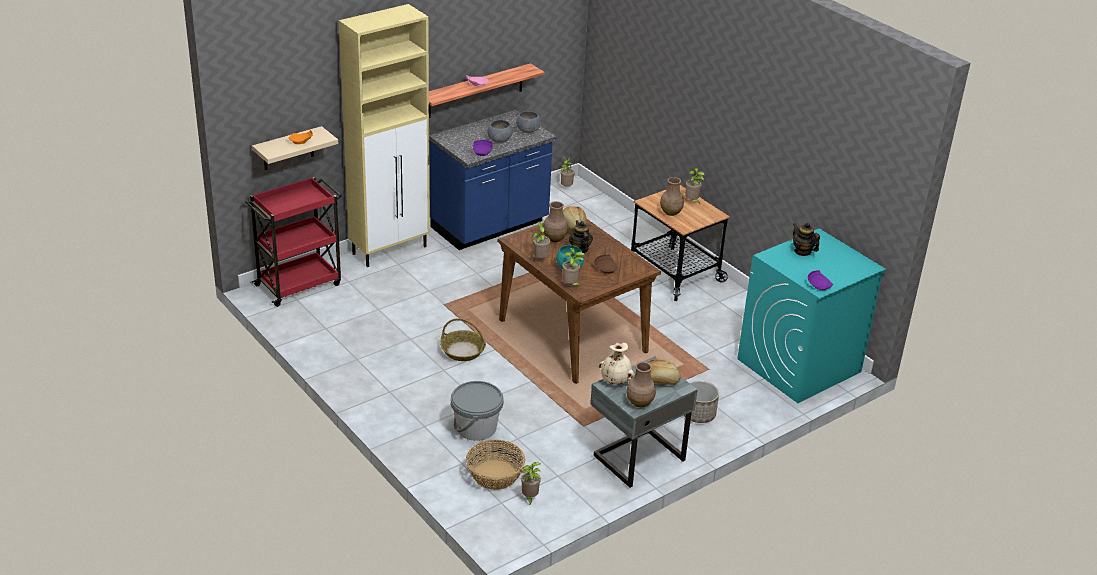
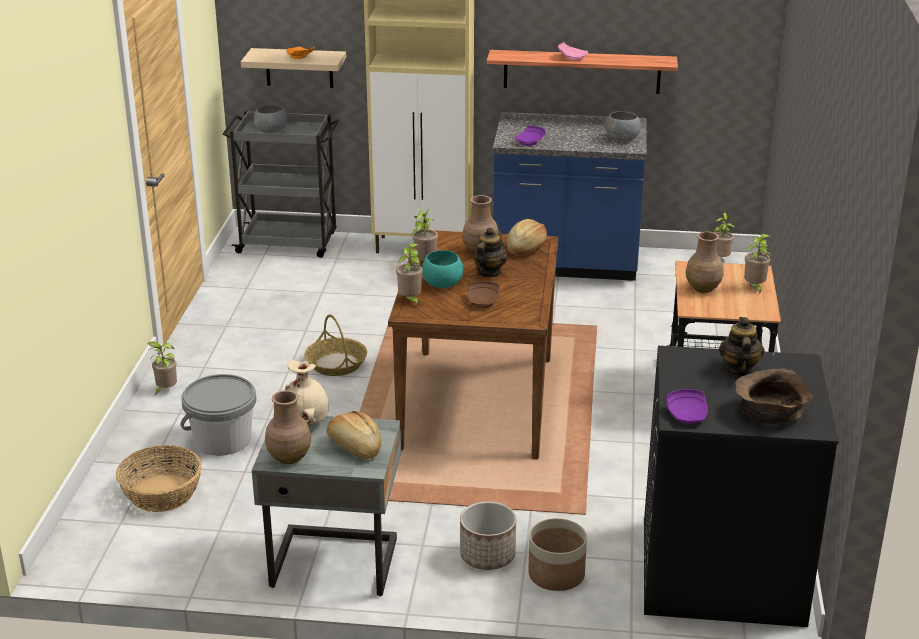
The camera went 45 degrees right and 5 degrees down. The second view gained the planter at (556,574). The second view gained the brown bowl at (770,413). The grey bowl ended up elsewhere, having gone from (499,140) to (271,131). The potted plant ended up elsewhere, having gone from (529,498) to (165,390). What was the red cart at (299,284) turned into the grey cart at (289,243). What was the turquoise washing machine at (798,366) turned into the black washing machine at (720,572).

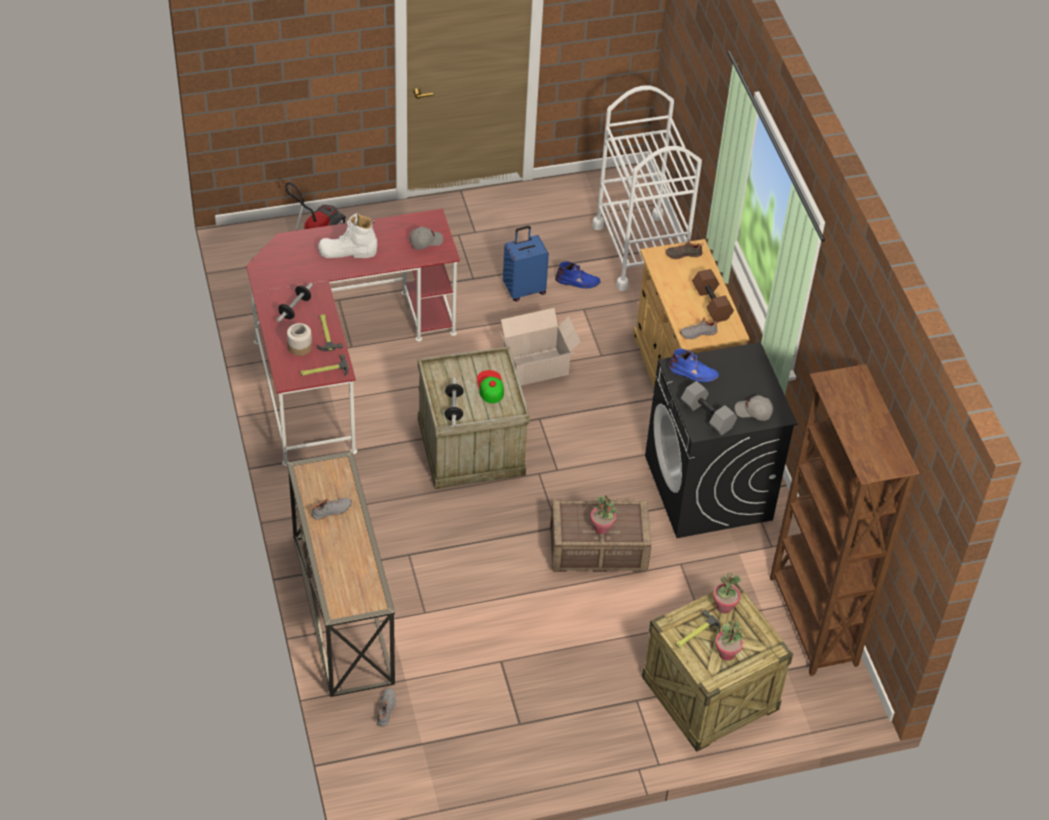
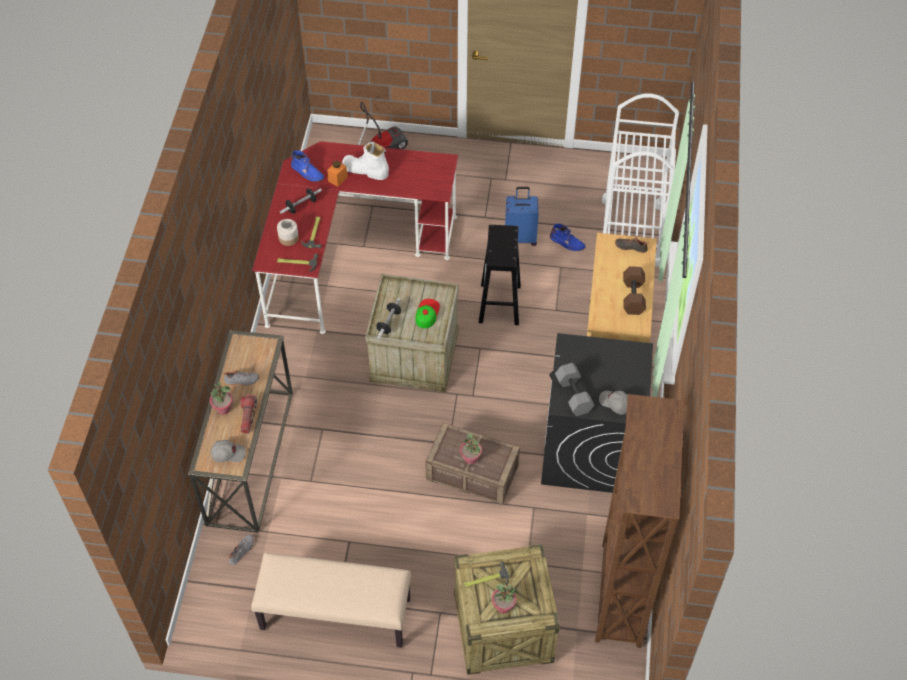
The camera went 25 degrees right and 5 degrees up. The second view lost the grey shoe at (698,333). The second view gained the flashlight at (248,416). The second view gained the beige bench at (335,614). The second view gained the orange jar at (338,179). The grey cap ended up elsewhere, having gone from (425,241) to (228,453). The blue boot ended up elsewhere, having gone from (693,373) to (307,172). The potted plant ended up elsewhere, having gone from (724,606) to (223,409). Where the cardboard box stood at (537,367), the black stool came to stand at (499,305).

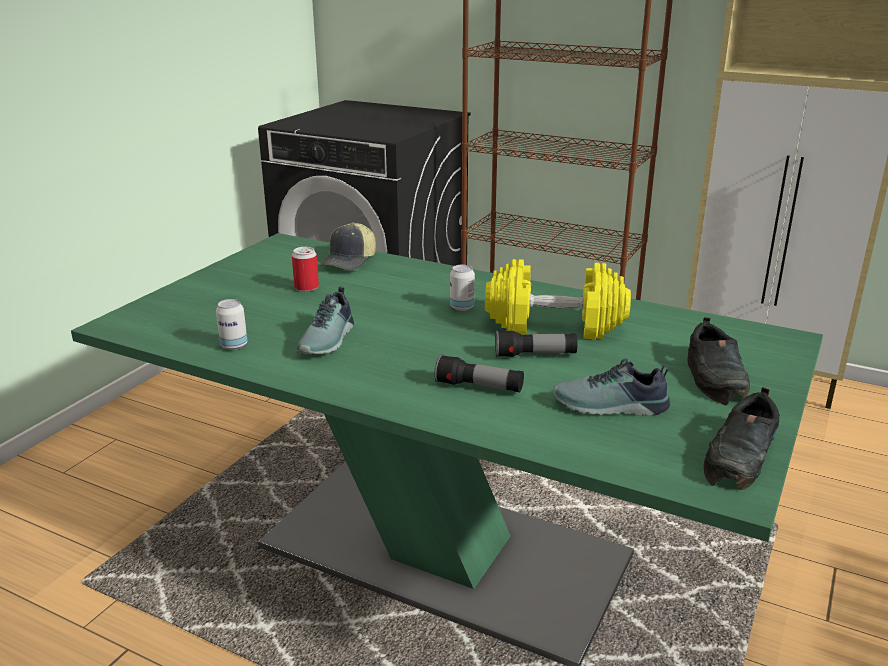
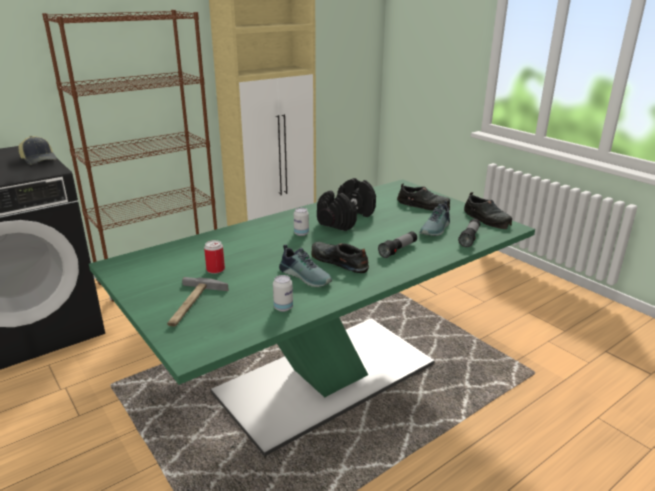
The camera went 65 degrees left and 0 degrees up. The second view gained the hammer at (192,305). The second view gained the black shoe at (338,261). The cap ended up elsewhere, having gone from (350,261) to (39,159). The flashlight ended up elsewhere, having gone from (535,355) to (469,238). What was the yellow dumbbell at (555,324) turned into the black dumbbell at (346,219).

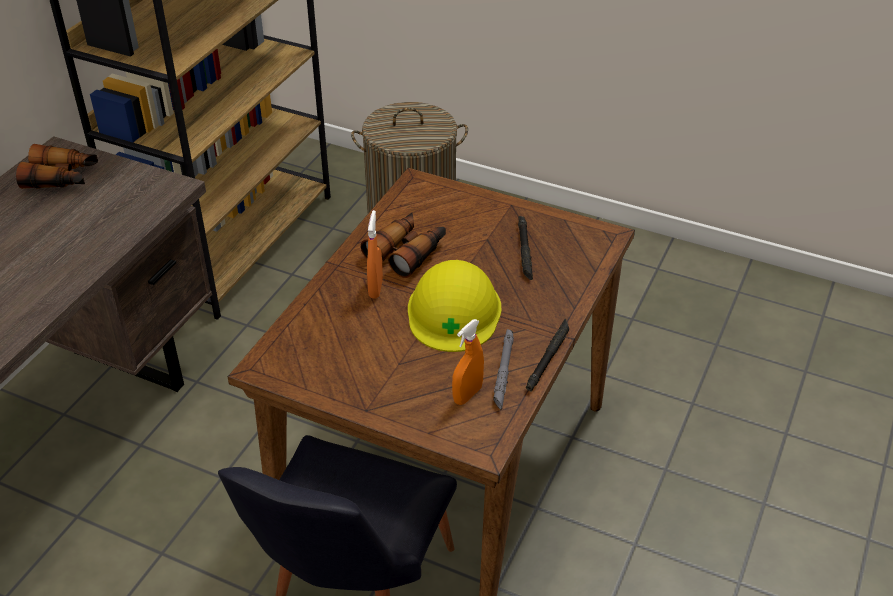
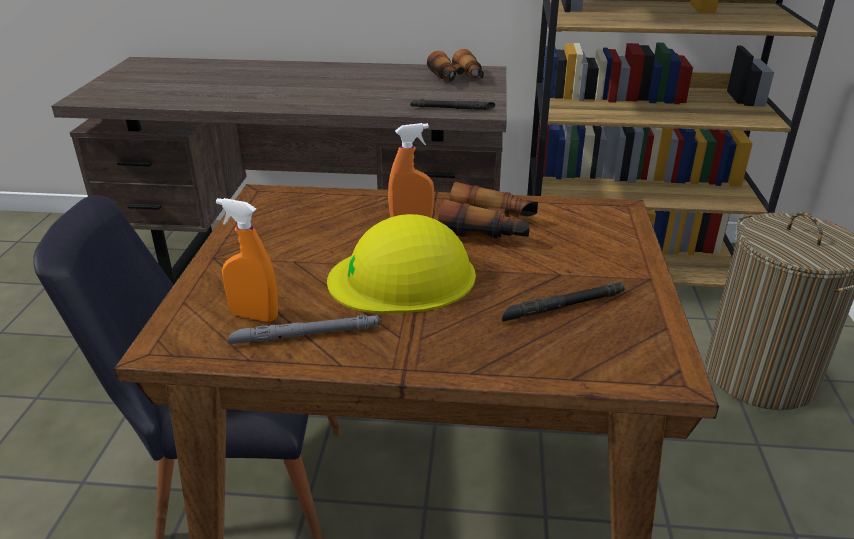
The camera went 70 degrees right and 10 degrees down. The black flashlight ended up elsewhere, having gone from (548,358) to (452,108).

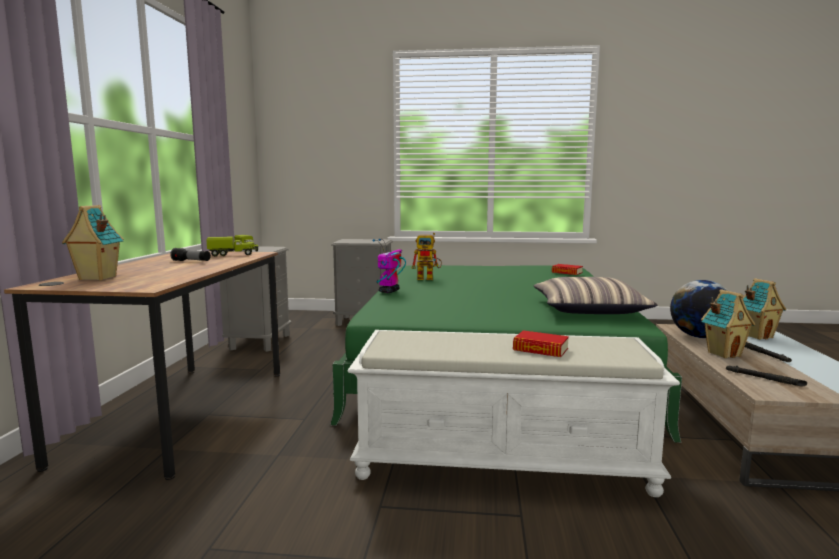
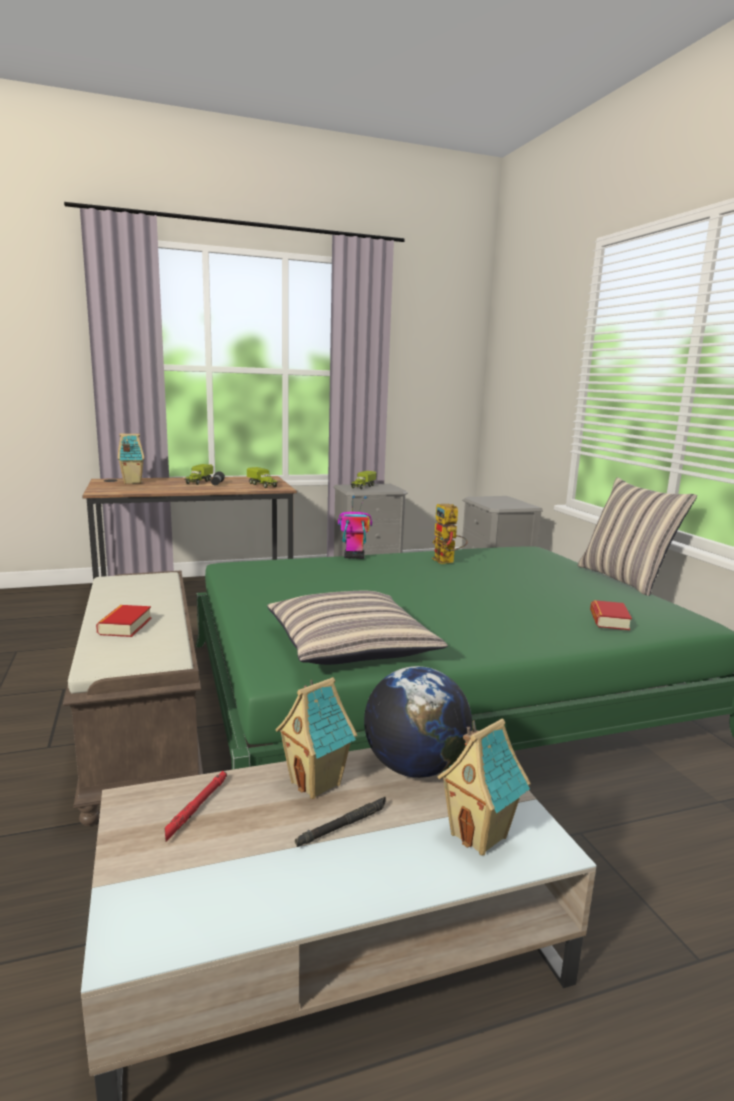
The camera went 65 degrees right and 5 degrees up. The second view gained the toy truck at (199,482). The second view gained the pillow at (625,579). What was the white bench at (504,462) turned into the brown bench at (145,728). What was the black flashlight at (764,378) turned into the red flashlight at (196,808).

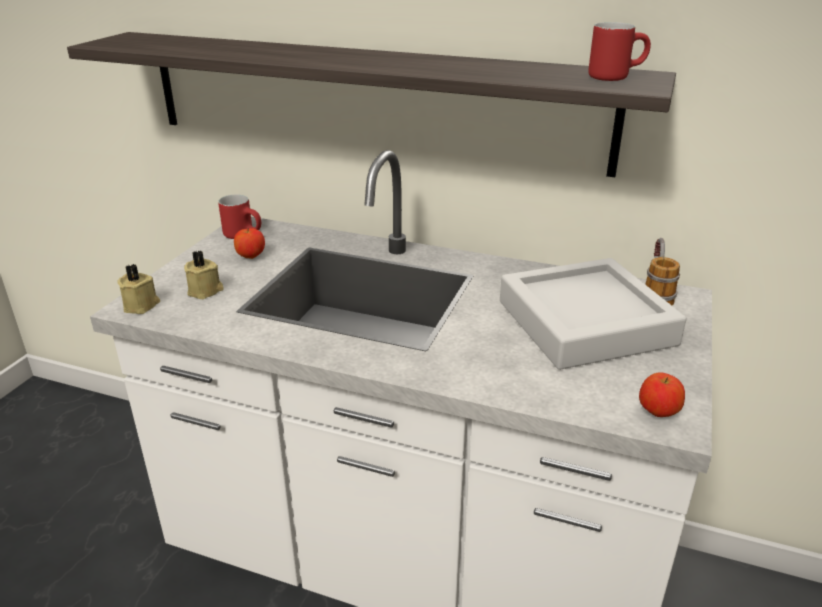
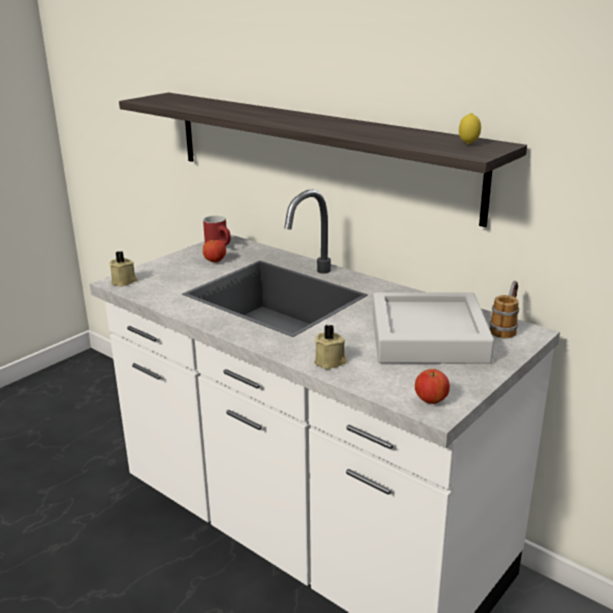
The camera went 20 degrees right and 5 degrees down. The beige candle ended up elsewhere, having gone from (206,291) to (330,362). Where the red mug stood at (614,76), the lemon came to stand at (468,144).

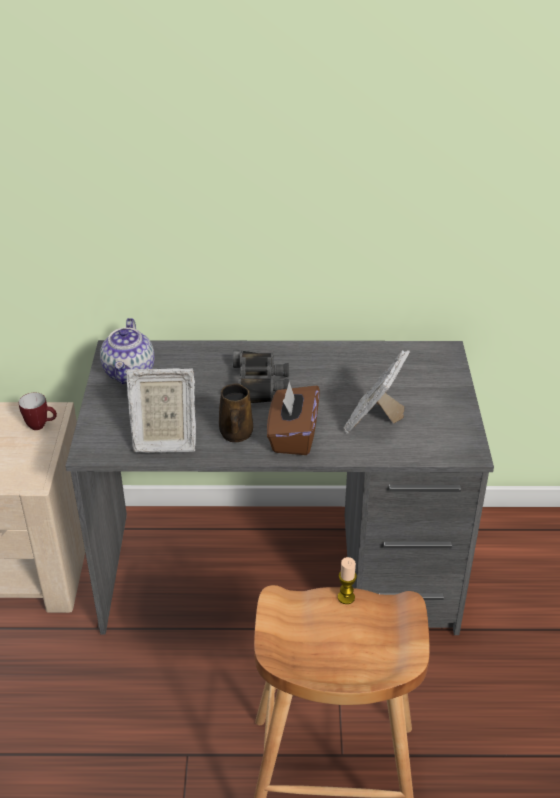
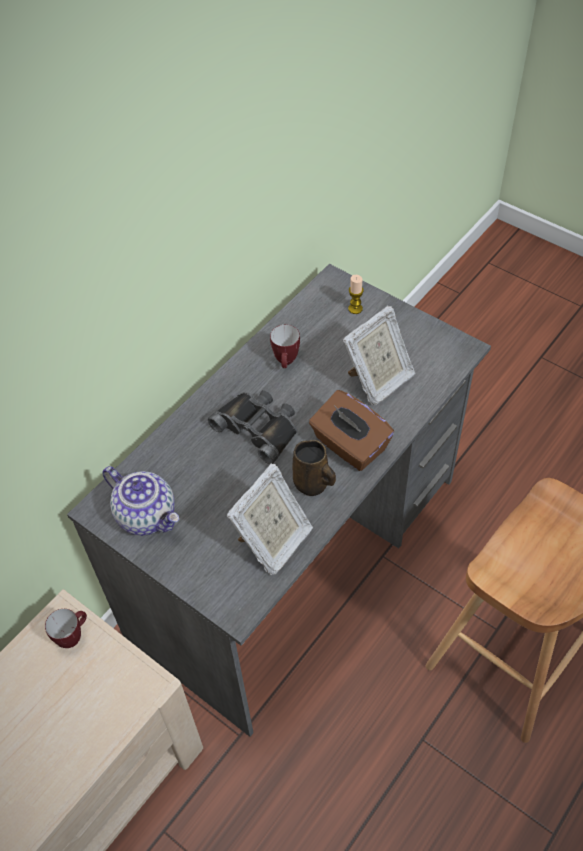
The camera went 50 degrees left and 15 degrees up. The second view gained the mug at (286,363). The candle ended up elsewhere, having gone from (346,597) to (355,309). The picture frame at (374,421) ended up facing another way, 105 degrees counterclockwise from before.

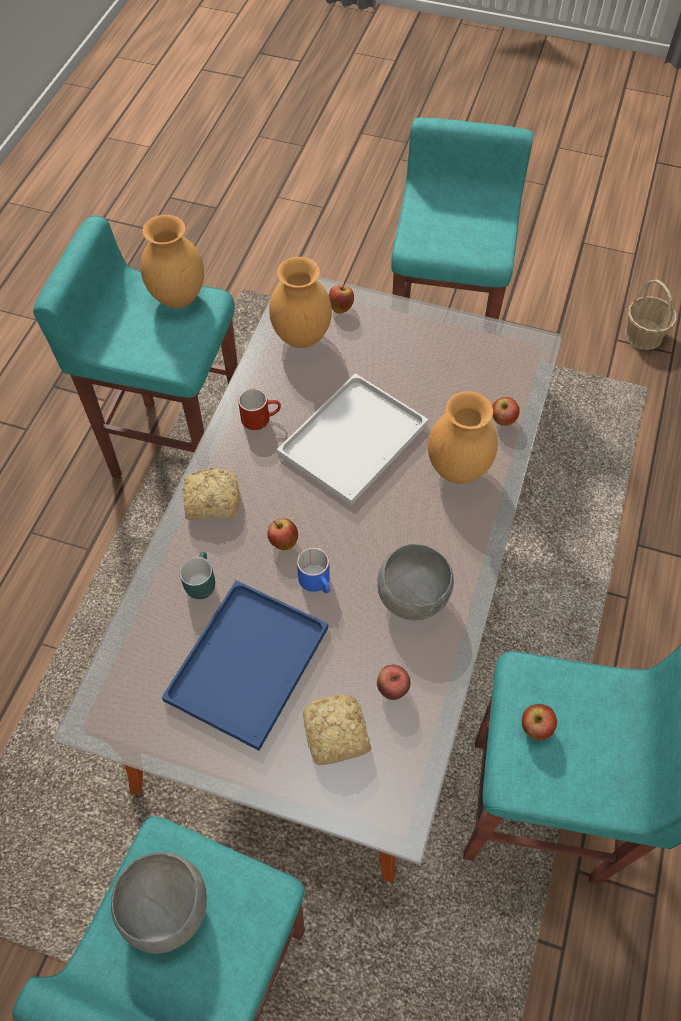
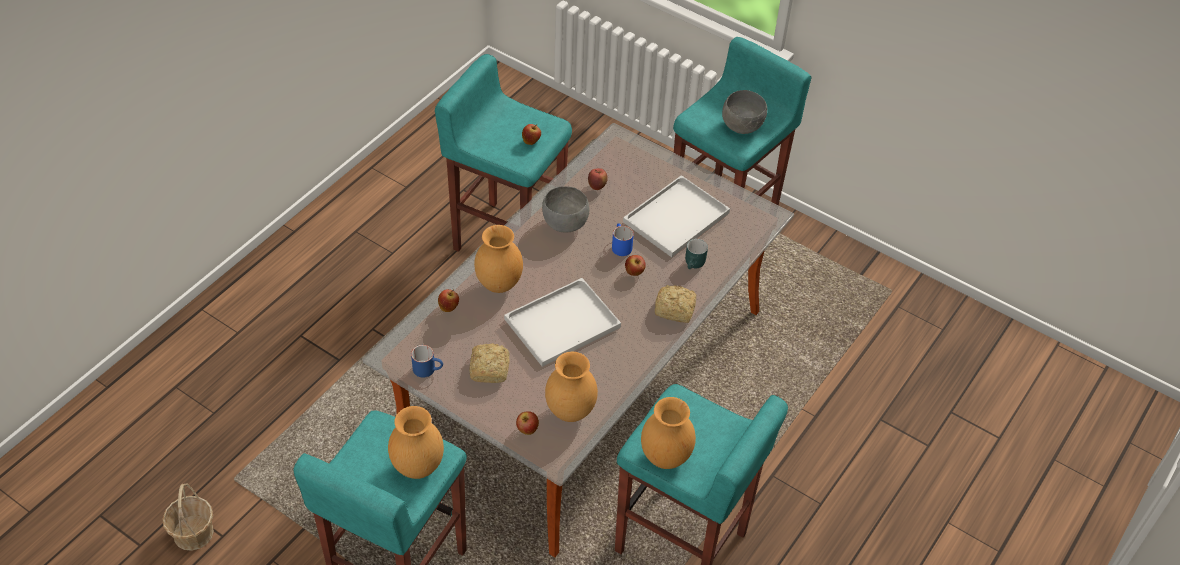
The camera went 165 degrees left and 10 degrees down. The second view lost the red mug at (261,417). The second view gained the brown vase at (419,467). The second view gained the blue mug at (428,369). The bread ended up elsewhere, having gone from (335,735) to (490,367). What was the blue tray at (247,660) turned into the white tray at (675,219).

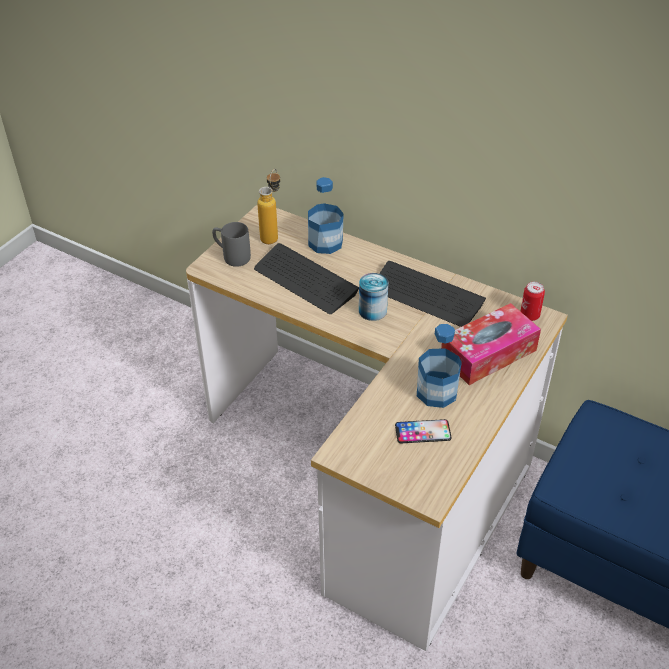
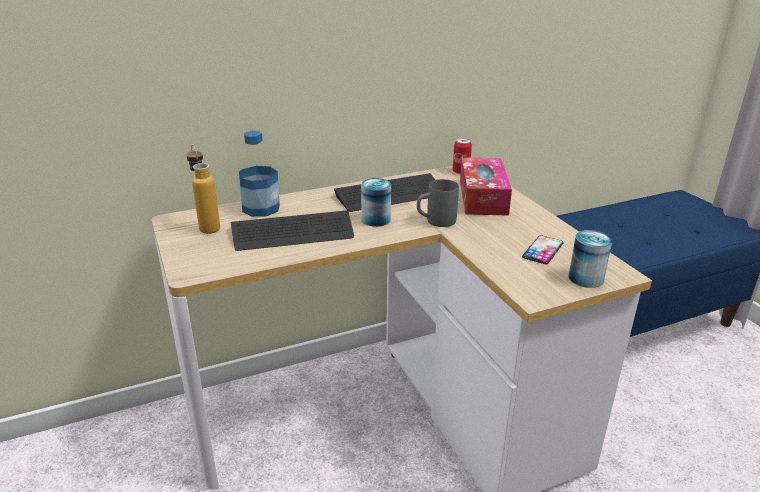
The camera went 55 degrees left and 15 degrees down. The second view lost the bottle at (436,392). The second view gained the can at (586,278). The grey mug ended up elsewhere, having gone from (231,256) to (435,222).

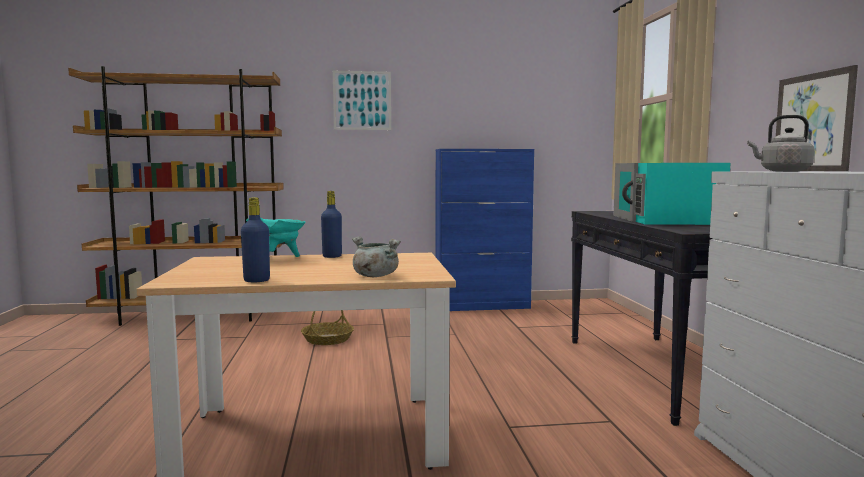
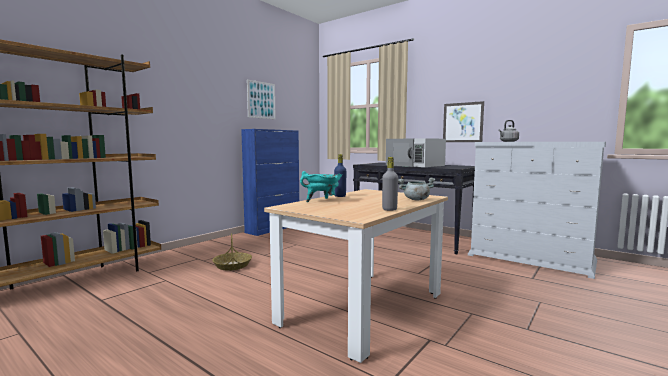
The camera went 45 degrees left and 0 degrees up. The picture ended up elsewhere, having gone from (362,100) to (261,100). What was the blue bottle at (256,280) turned into the grey bottle at (389,209). What was the turquoise microwave at (666,219) turned into the white microwave at (415,165).

